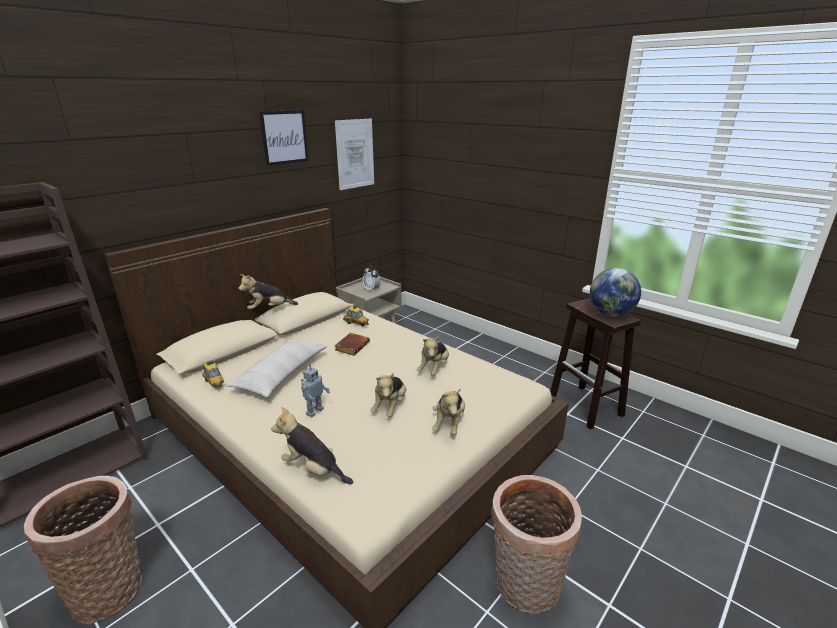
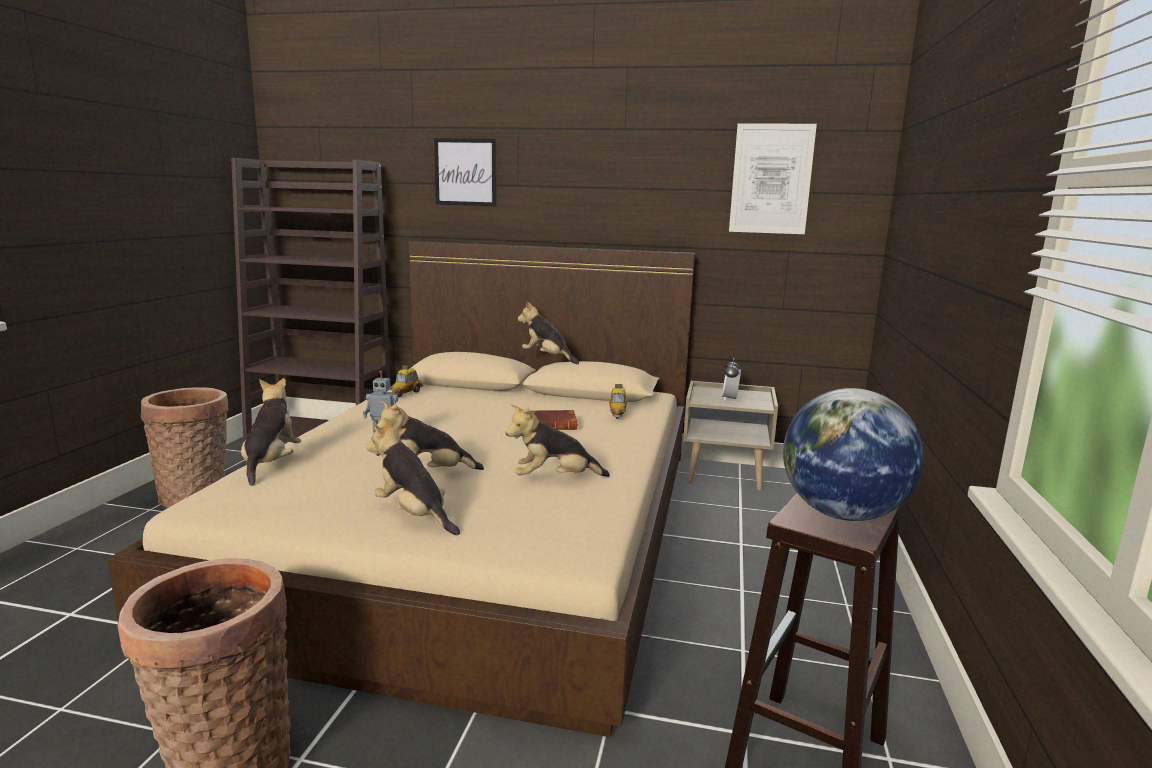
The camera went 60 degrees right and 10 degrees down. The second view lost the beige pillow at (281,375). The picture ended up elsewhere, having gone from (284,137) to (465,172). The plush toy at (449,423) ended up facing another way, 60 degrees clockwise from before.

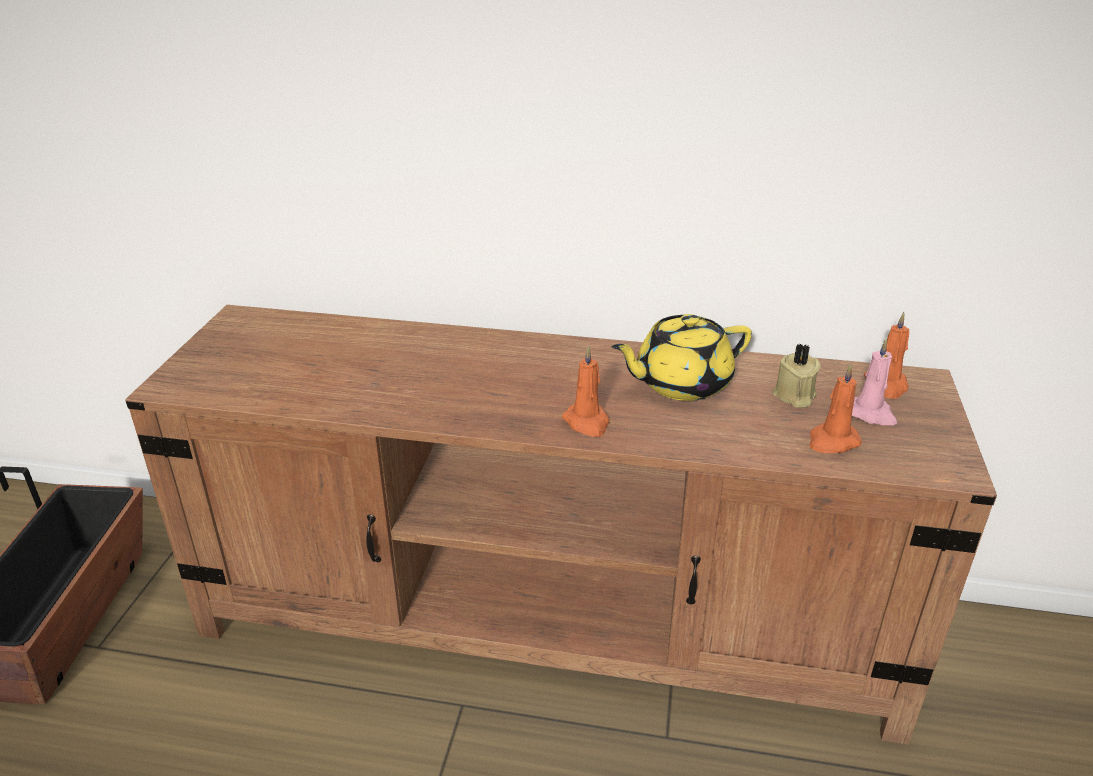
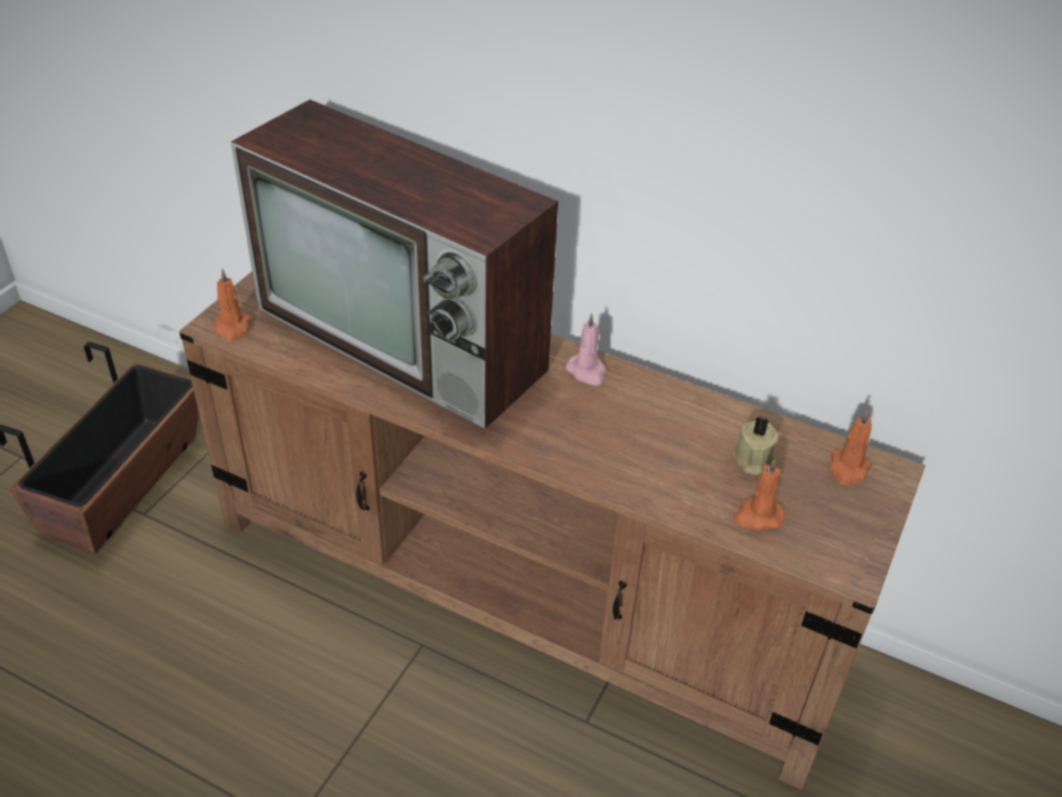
The camera went 15 degrees right and 10 degrees up. The second view lost the yellow teapot at (680,383). The second view gained the television at (406,340). The orange candle ended up elsewhere, having gone from (587,422) to (233,328). The pink candle ended up elsewhere, having gone from (870,414) to (587,372).

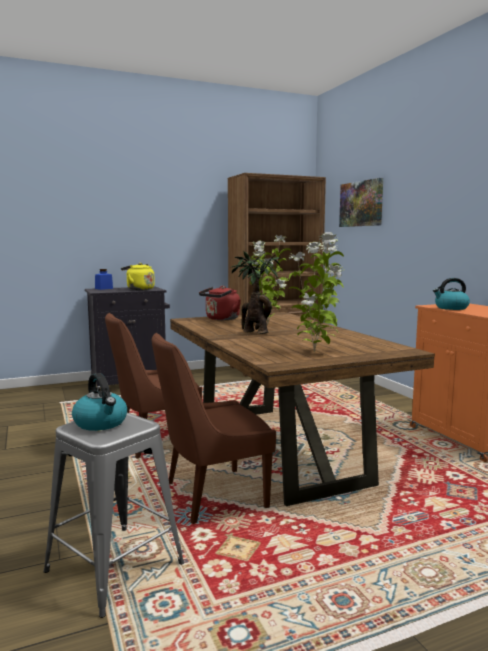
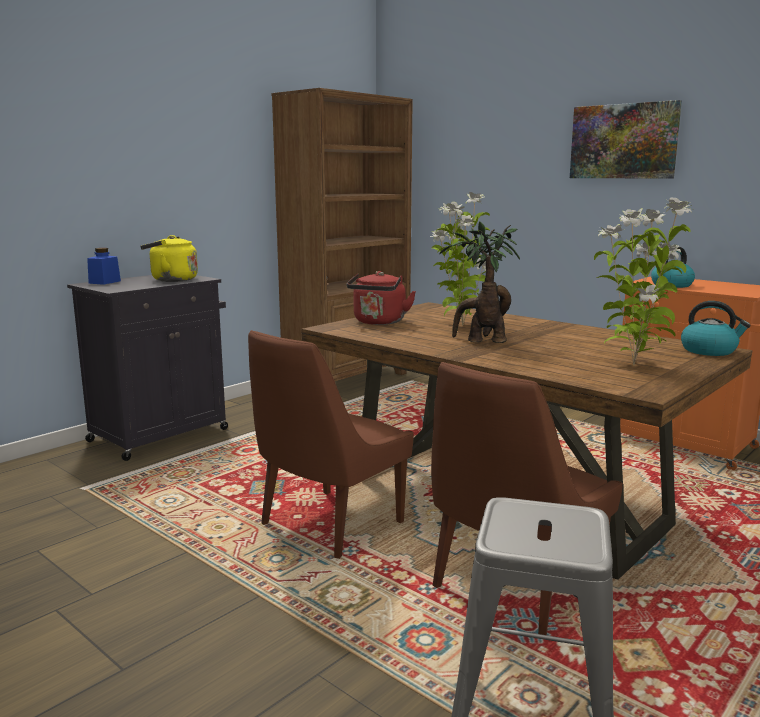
The camera went 25 degrees left and 5 degrees up. The kettle ended up elsewhere, having gone from (101,423) to (709,351). The picture ended up elsewhere, having gone from (361,204) to (623,141).

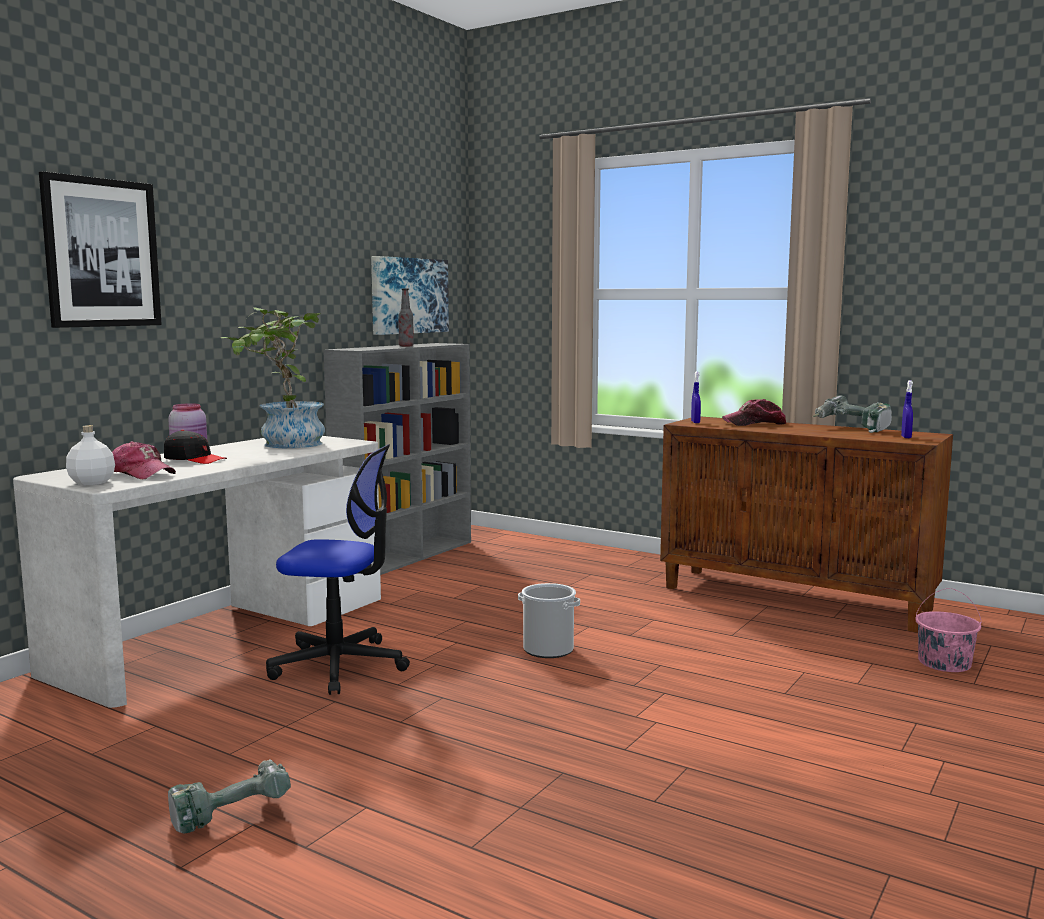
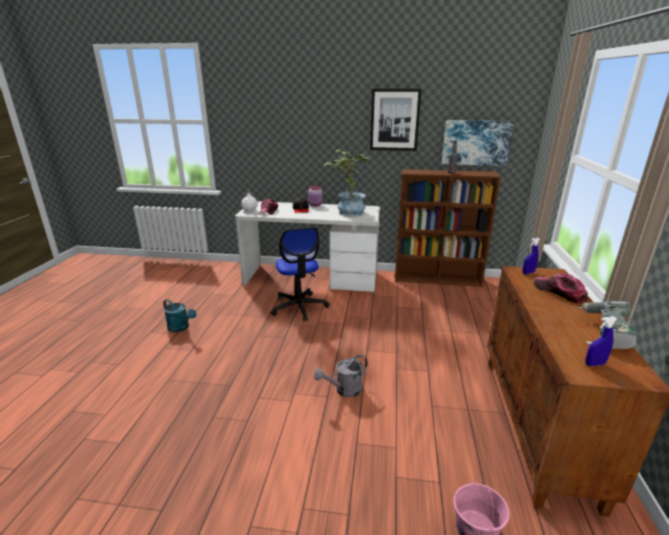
The camera went 65 degrees right and 15 degrees up. The second view lost the bucket at (548,649). The second view gained the grey watering can at (344,390). The picture ended up elsewhere, having gone from (101,253) to (394,120). Where the power drill stood at (230,813), the turquoise watering can came to stand at (181,328). What was the grey bookcase at (406,556) turned into the brown bookcase at (438,279).

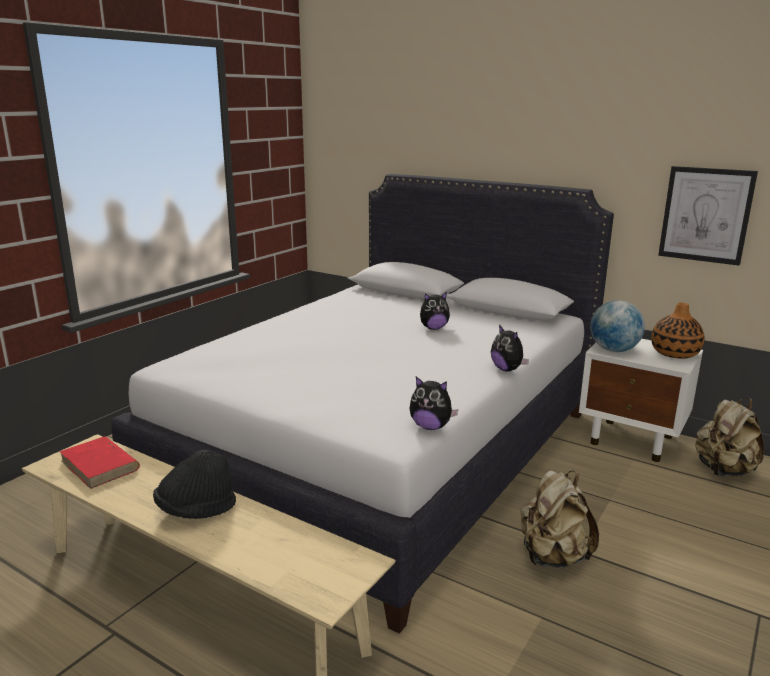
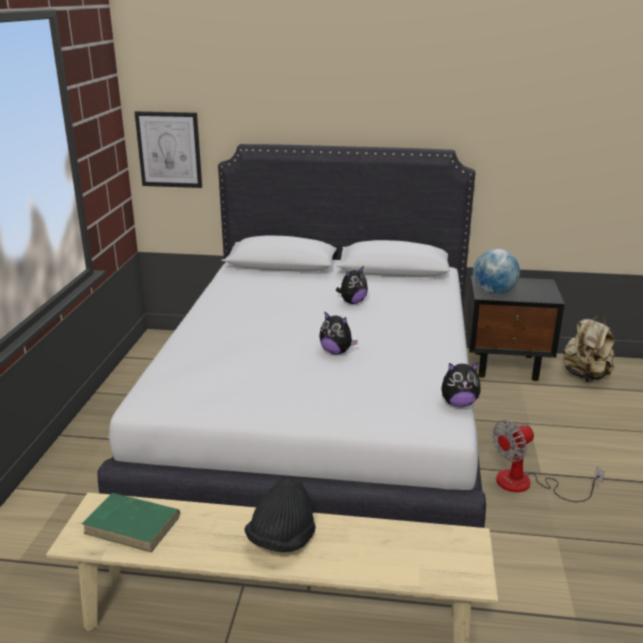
The camera went 25 degrees left and 5 degrees up. The second view lost the vase at (675,353). The plush toy ended up elsewhere, having gone from (507,369) to (336,352). The picture ended up elsewhere, having gone from (705,215) to (169,149). Where the beige backpack stood at (552,557), the fan came to stand at (526,484). What was the red book at (100,465) turned into the green book at (133,525). What was the white nightstand at (633,440) turned into the black nightstand at (507,366).

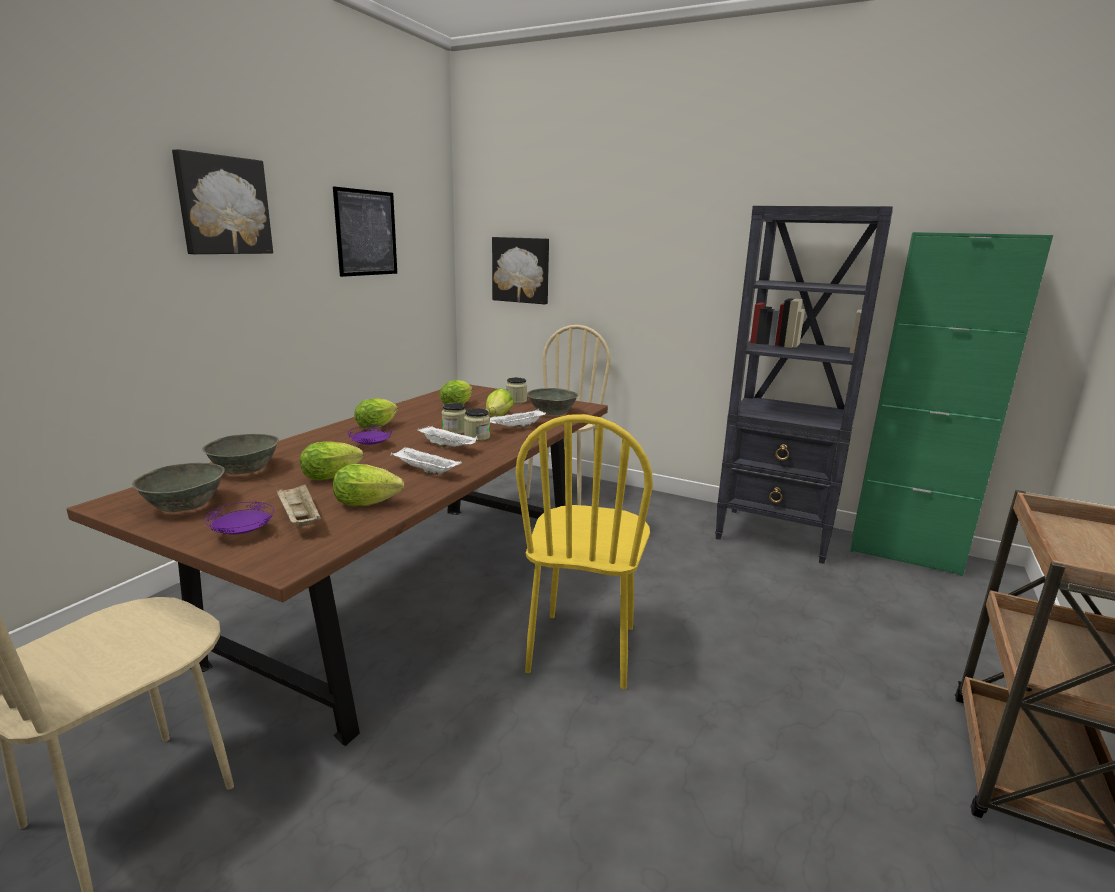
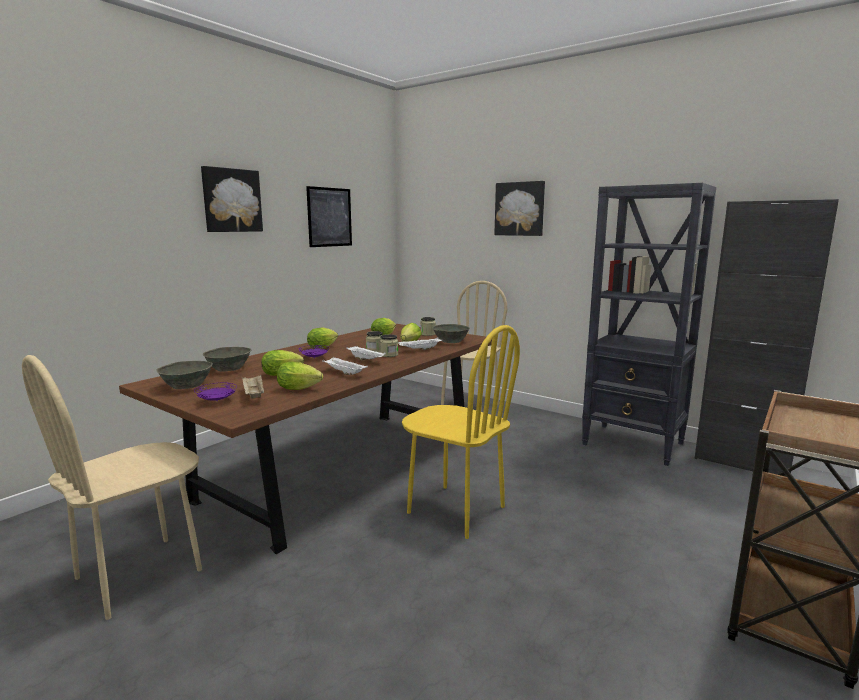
The camera went 10 degrees right and 5 degrees down. The picture ended up elsewhere, having gone from (521,270) to (520,209). What was the green cabinet at (904,554) turned into the black cabinet at (742,462). The yellow chair at (583,649) ended up facing another way, 75 degrees counterclockwise from before.

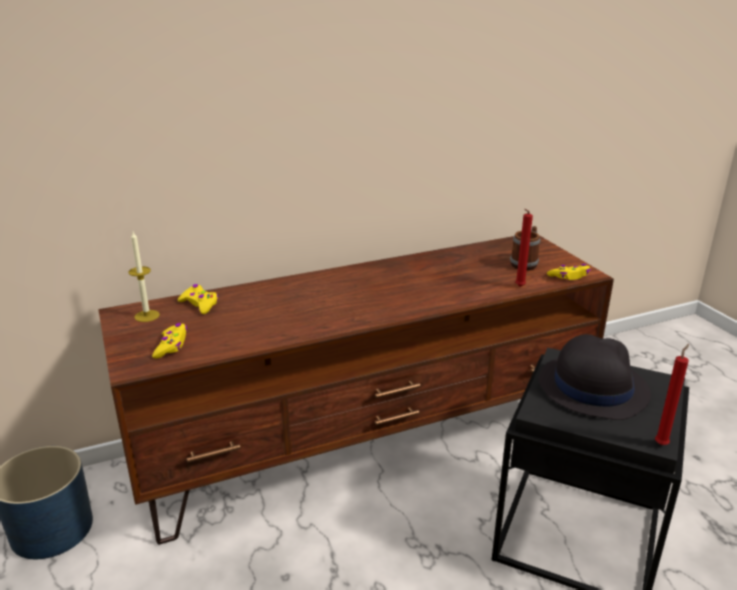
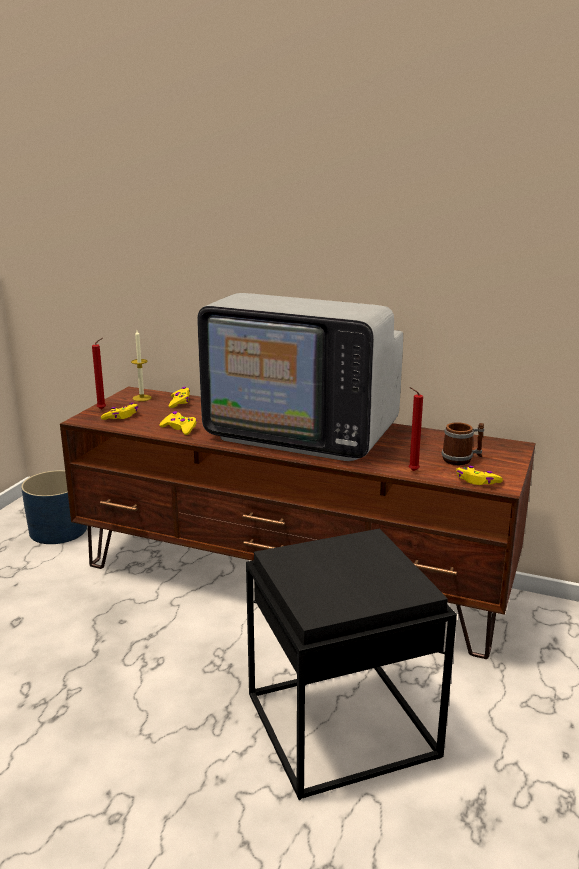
The camera went 45 degrees right and 5 degrees down. The second view lost the black hat at (592,387). The second view gained the yellow game controller at (179,428). The second view gained the television at (302,433). The red candle ended up elsewhere, having gone from (662,444) to (103,409).

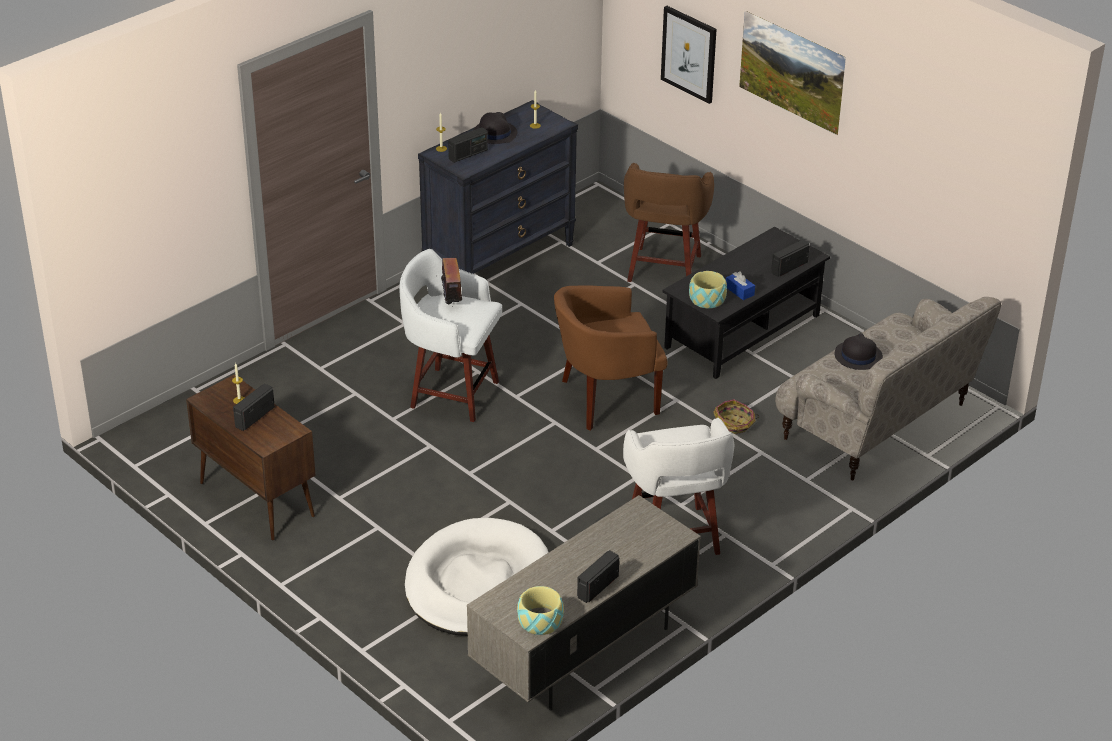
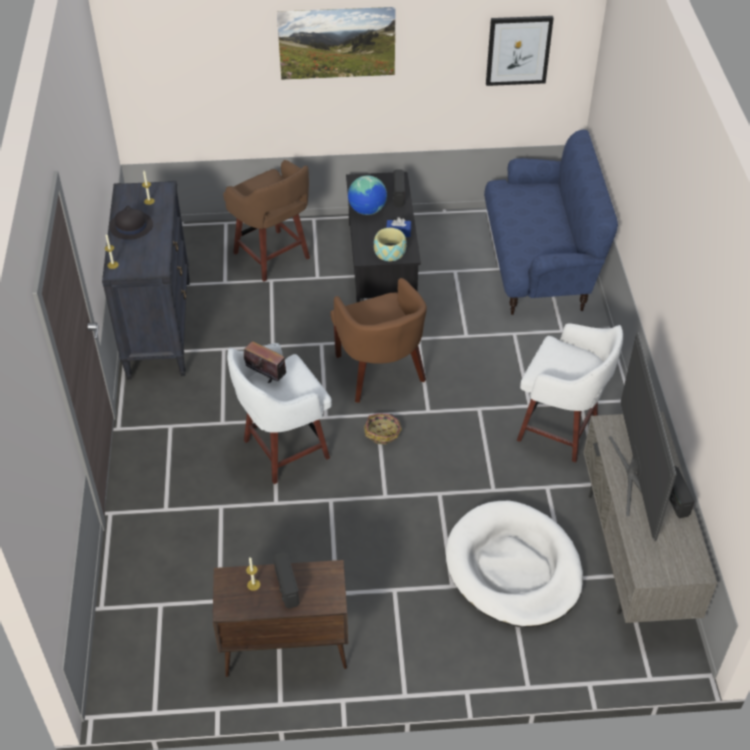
The camera went 50 degrees left and 10 degrees up. The second view lost the radio at (468,154). The second view lost the bowl at (540,621). The second view lost the black hat at (858,356). The second view gained the globe at (367,210). The second view gained the television at (634,475). The picture ended up elsewhere, having gone from (689,54) to (518,50). The basket ended up elsewhere, having gone from (735,424) to (383,433). What was the beige sofa at (878,424) turned into the blue sofa at (539,265). The brown armchair at (606,399) ended up facing another way, 45 degrees counterclockwise from before.

